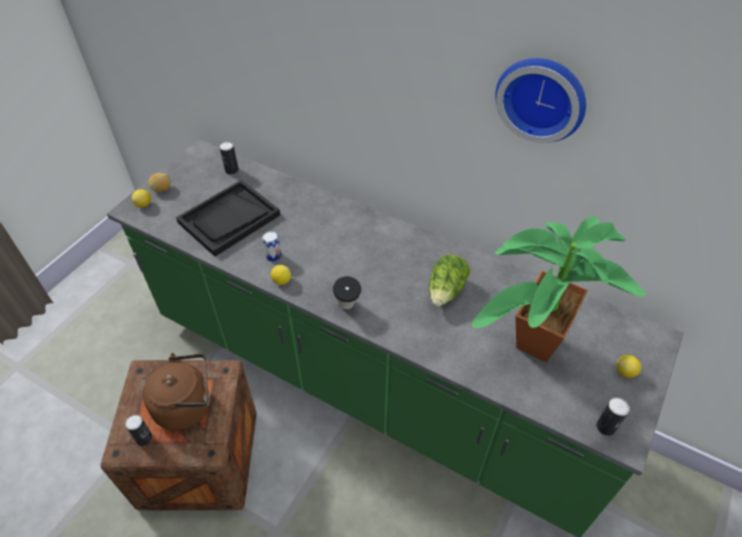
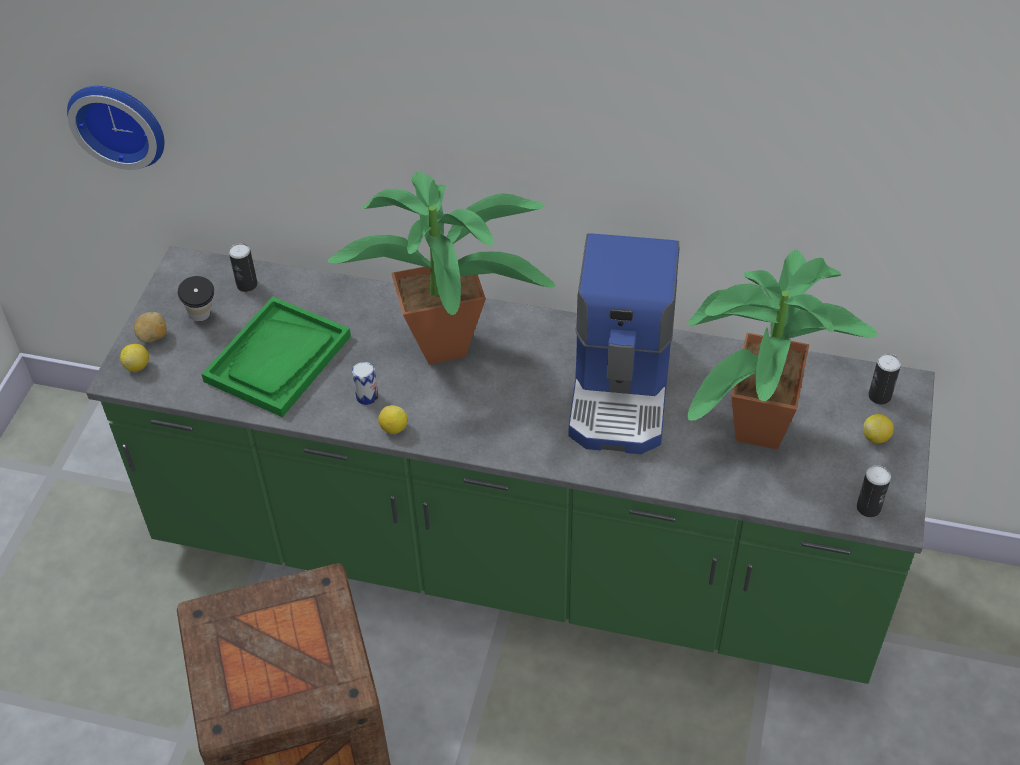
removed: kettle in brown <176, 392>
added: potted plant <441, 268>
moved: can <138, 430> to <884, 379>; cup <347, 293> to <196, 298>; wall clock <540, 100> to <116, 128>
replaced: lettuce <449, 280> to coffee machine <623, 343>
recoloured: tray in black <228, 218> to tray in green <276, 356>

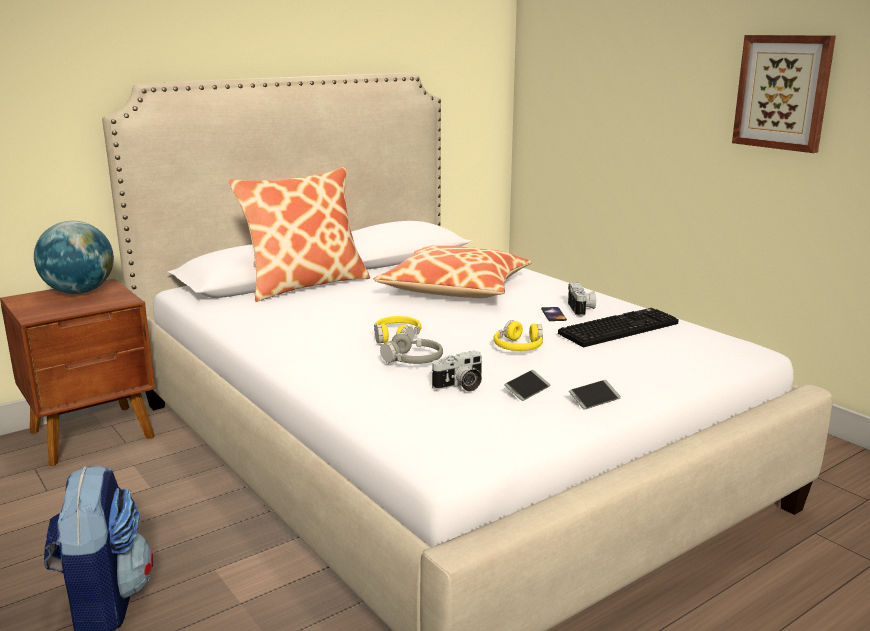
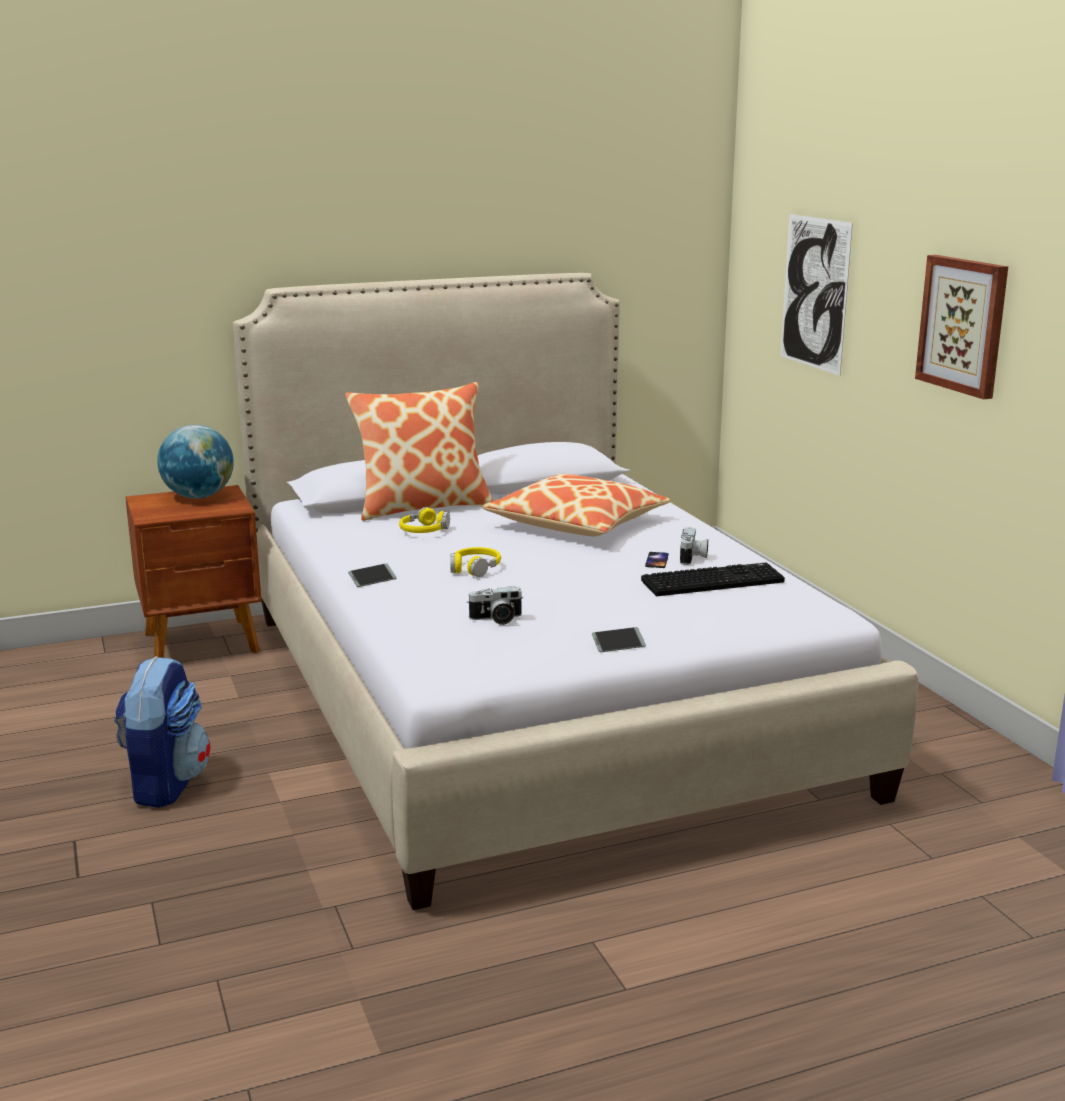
removed: headphones in grey <411, 348>
added: picture <816, 294>
moved: headphones in yellow <518, 335> to <424, 520>; phone <527, 385> to <372, 575>

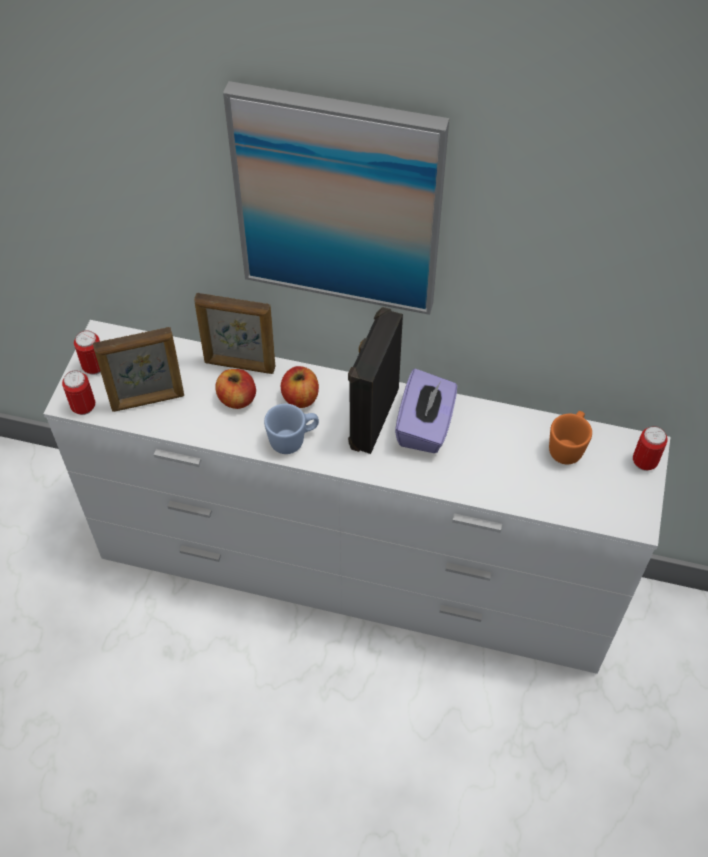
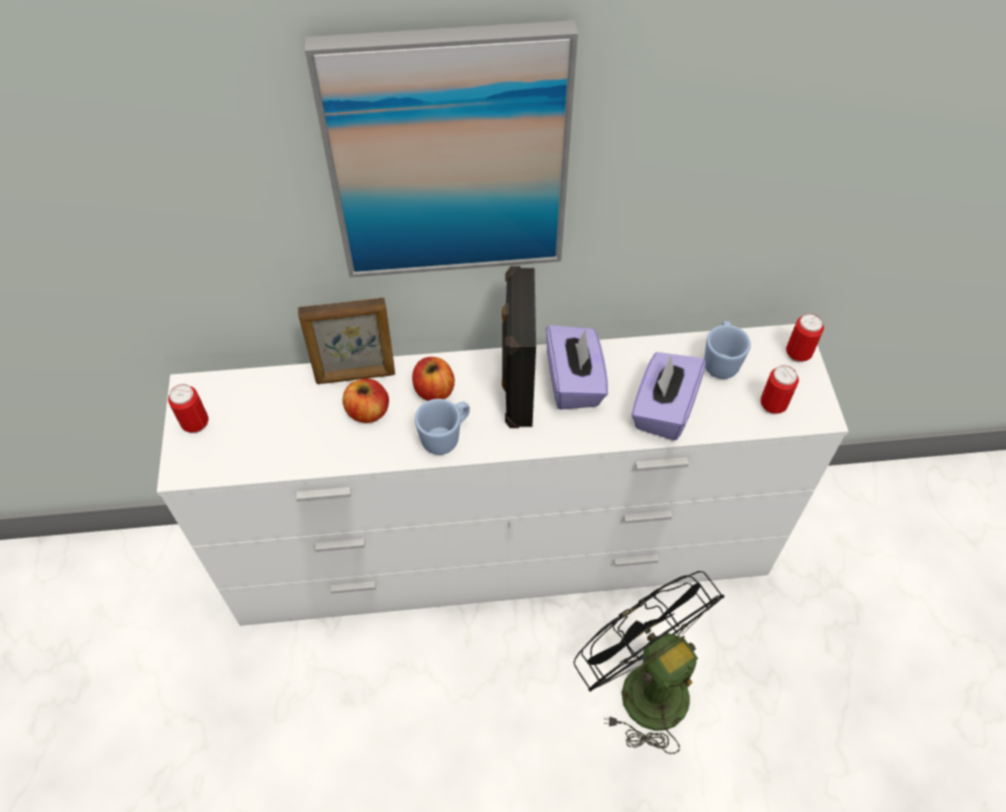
removed: picture frame <138, 369>
added: fan in black <648, 662>; tissue box in purple <668, 396>
moved: can <78, 393> to <779, 389>
recoloured: mug in orange <570, 438> to mug in blue <727, 350>

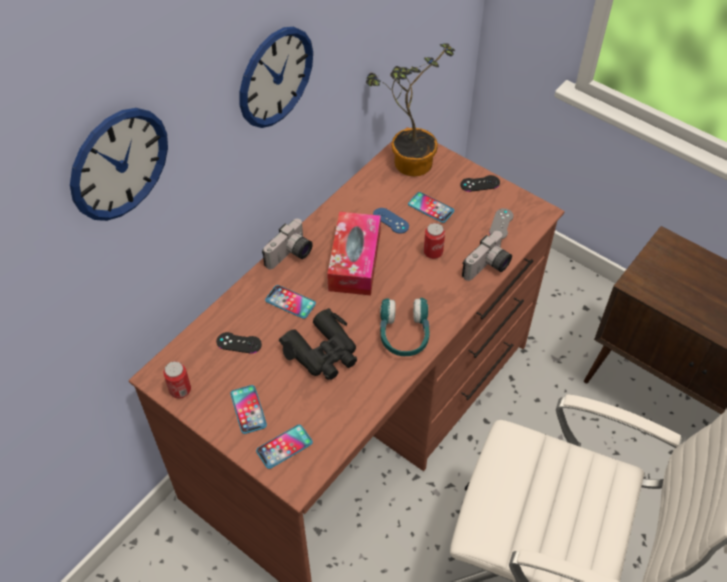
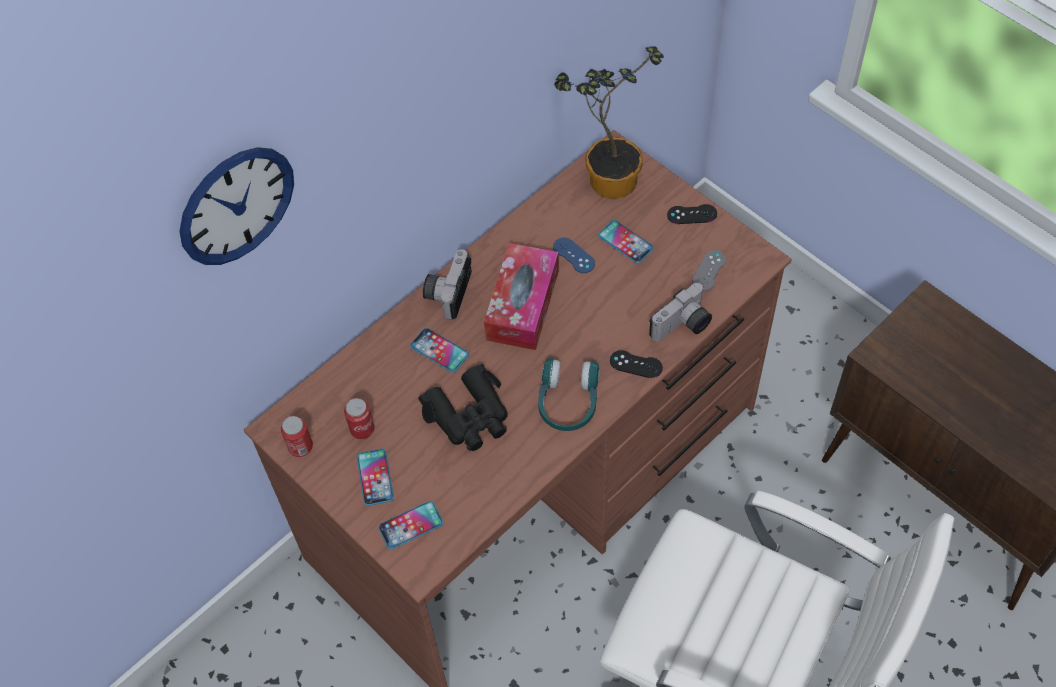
removed: wall clock <276, 77>
moved: game controller in black <239, 343> to <636, 364>; can <434, 241> to <359, 418>
turned: photo camera <287, 243> = <447, 284> 150 degrees clockwise

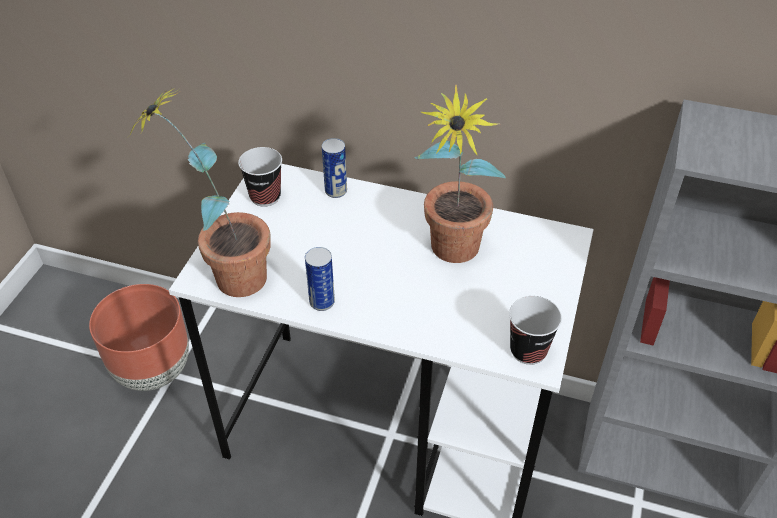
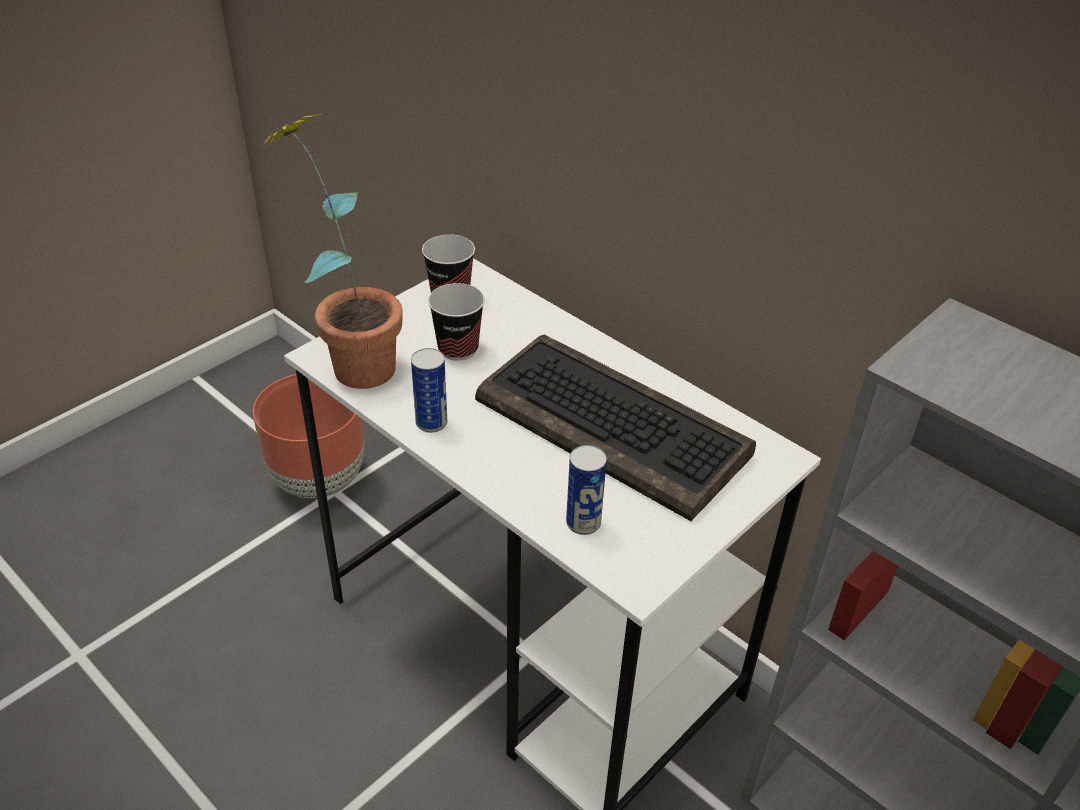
moved: can <334, 168> to <586, 490>; cup <535, 330> to <456, 322>
replaced: potted plant <460, 173> to keyboard <615, 427>

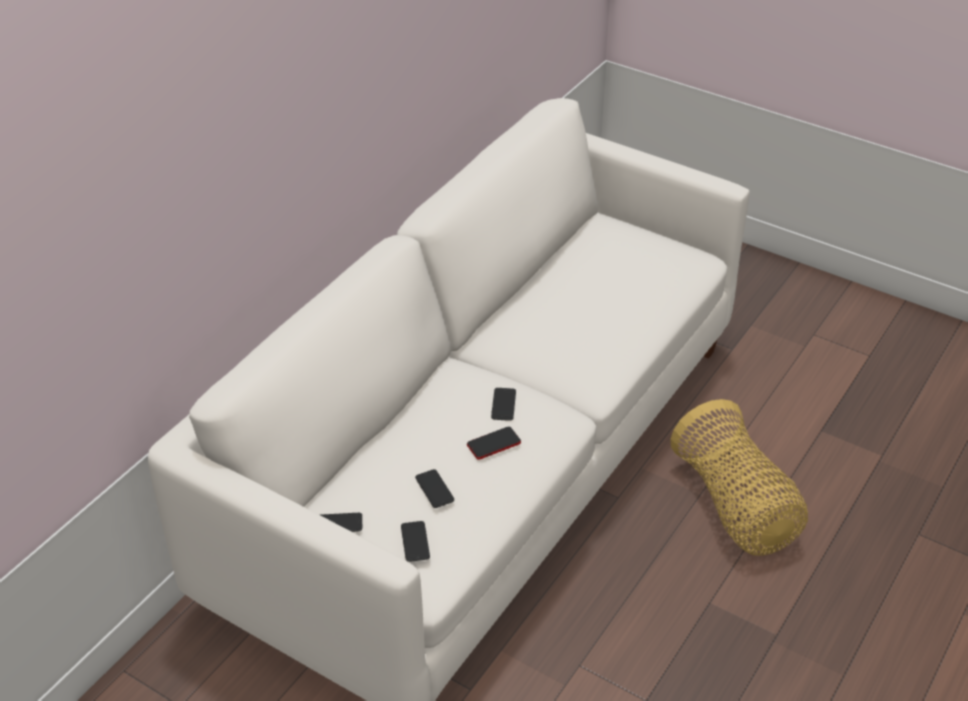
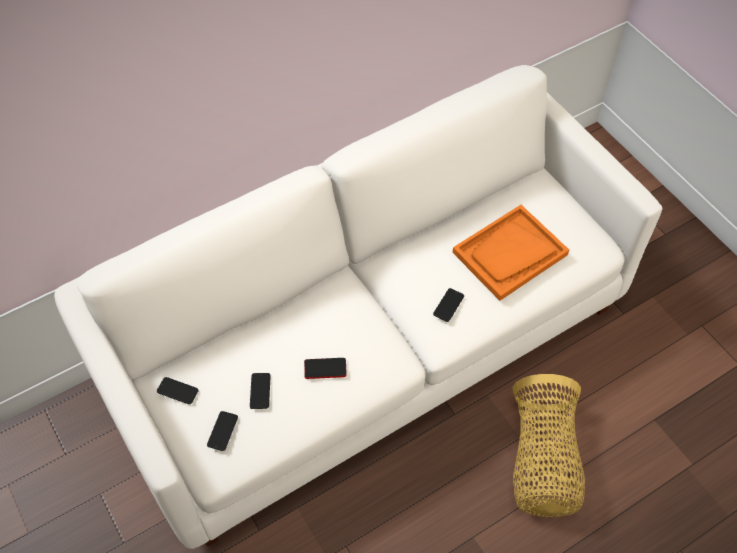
added: tray in orange <510, 253>
moved: phone <503, 404> to <448, 305>

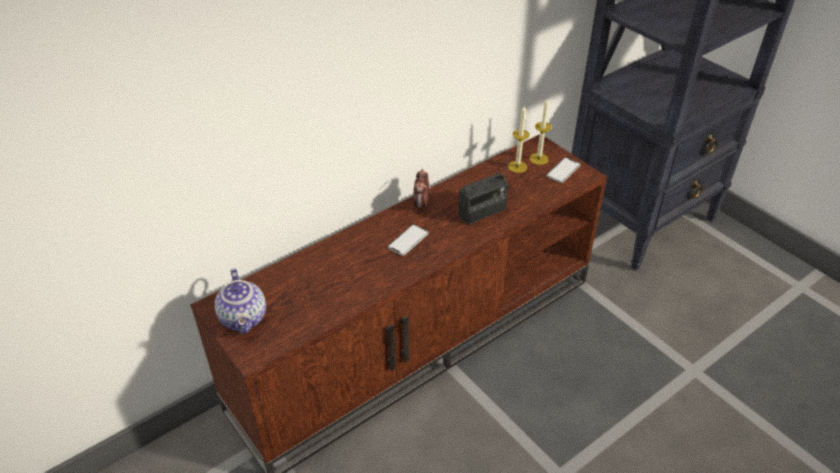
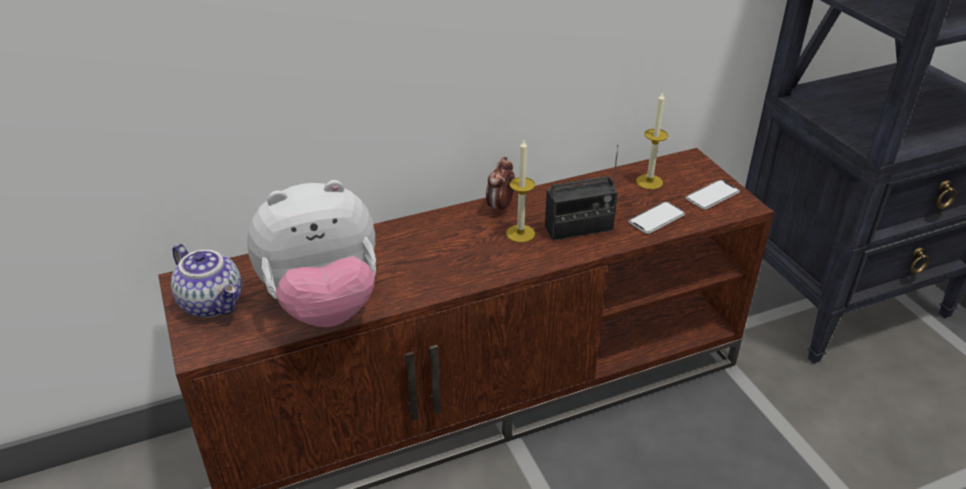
added: plush toy <311, 253>
moved: phone <408, 240> to <656, 218>; candle <541, 132> to <520, 191>
turned: teapot <240, 301> = <206, 281> 45 degrees counterclockwise

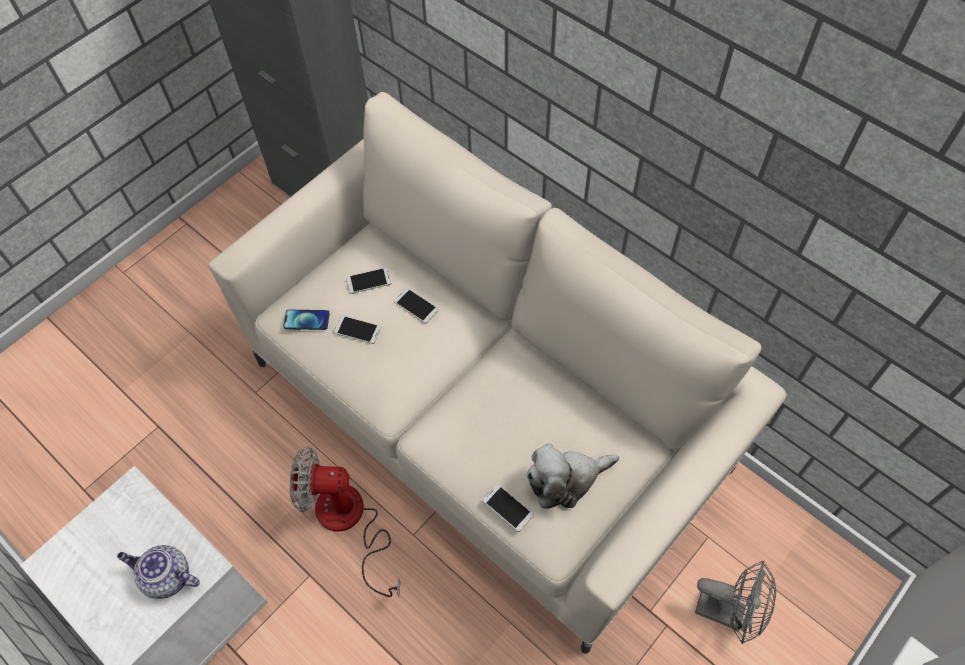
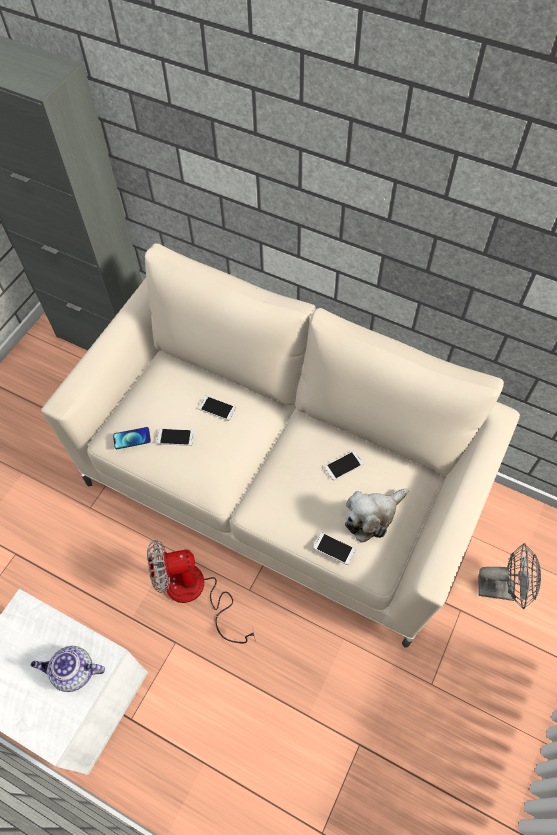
moved: phone <368, 280> to <344, 466>

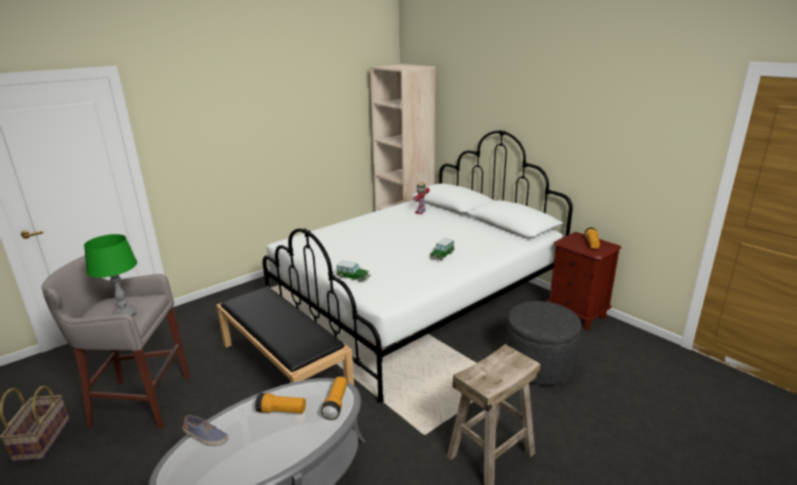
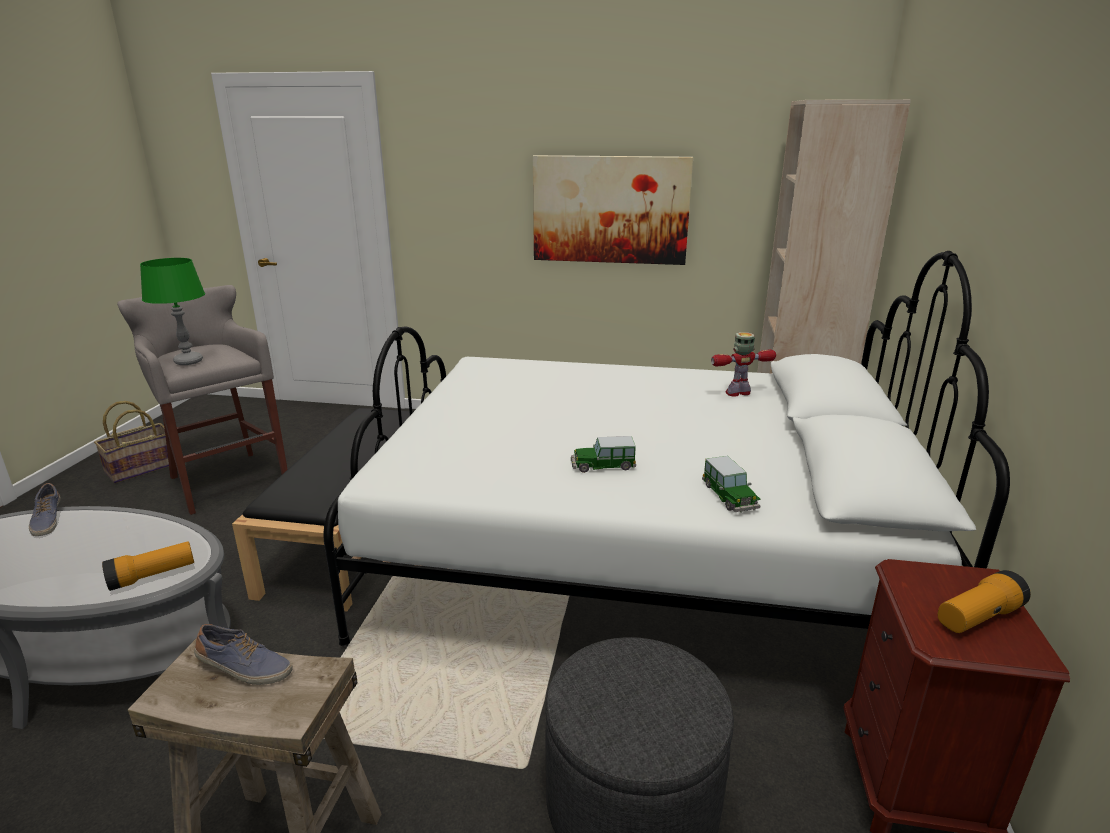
removed: flashlight <280, 403>
added: shoe <243, 654>; picture <613, 210>
moved: toy car <353, 271> to <731, 484>

